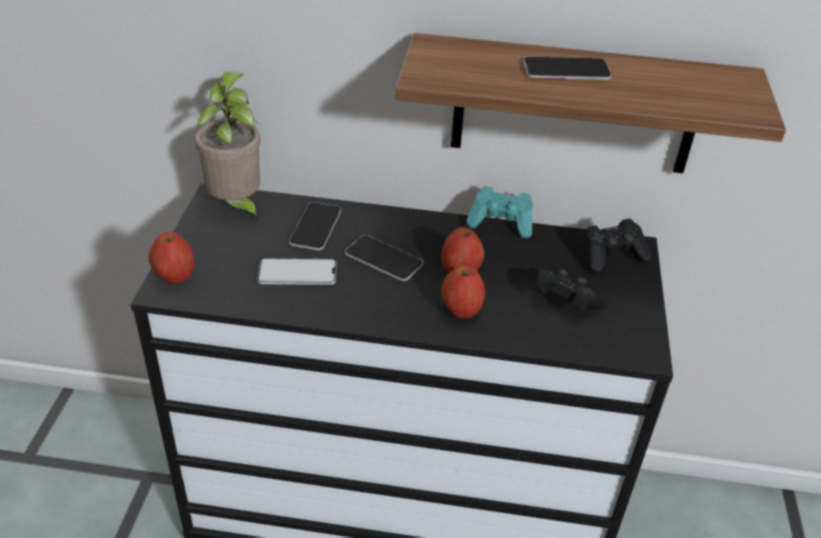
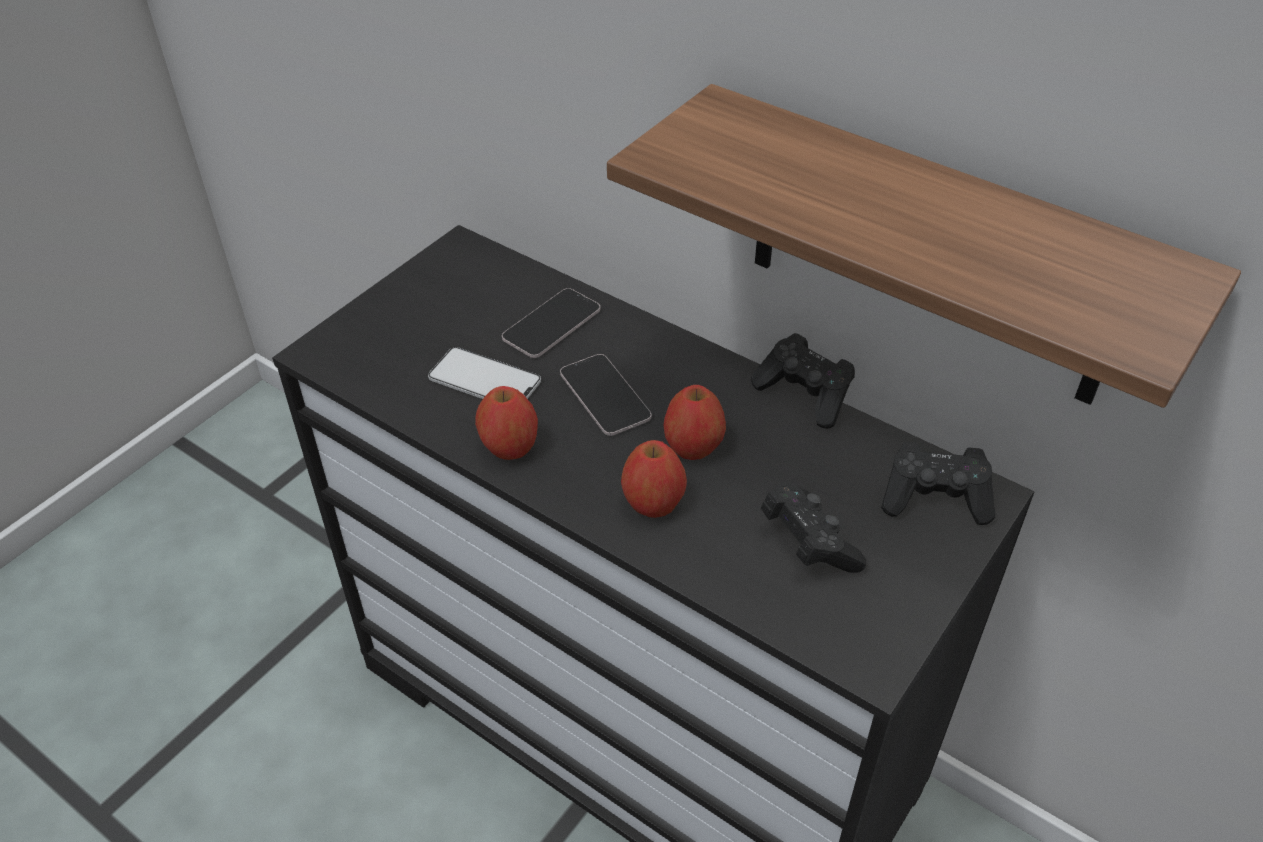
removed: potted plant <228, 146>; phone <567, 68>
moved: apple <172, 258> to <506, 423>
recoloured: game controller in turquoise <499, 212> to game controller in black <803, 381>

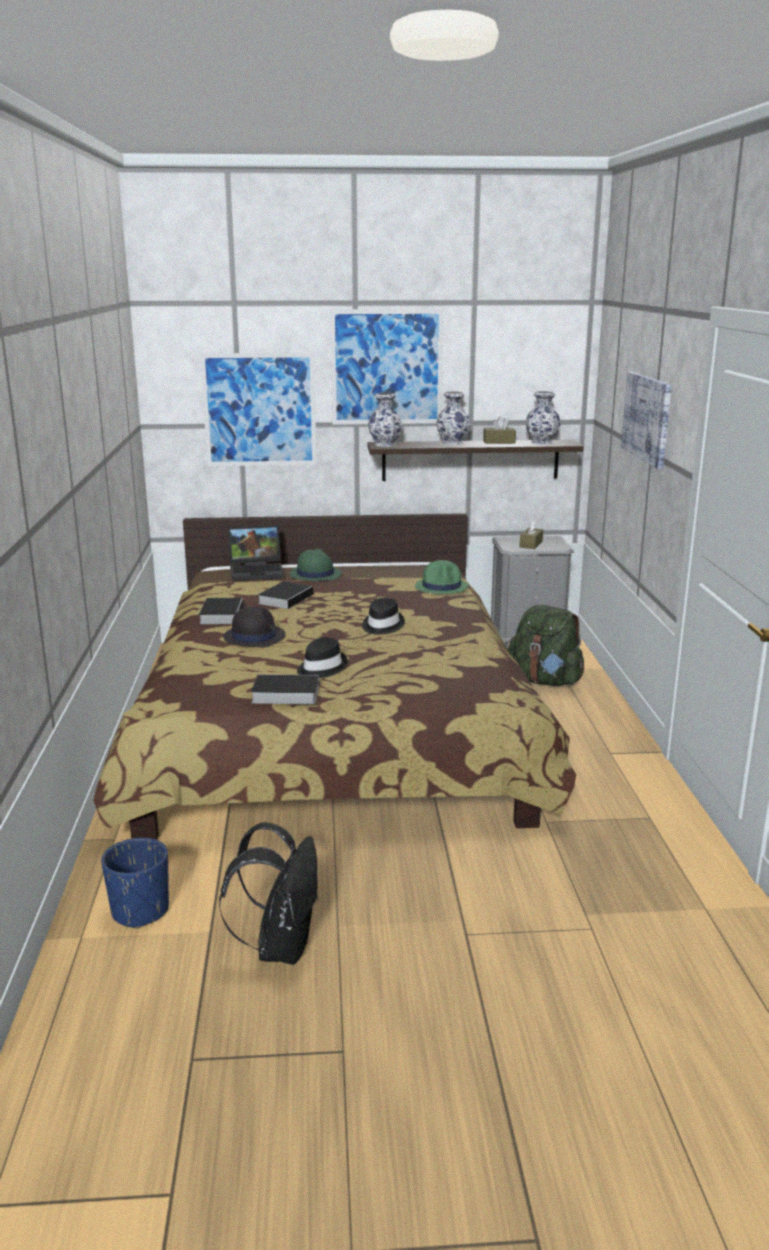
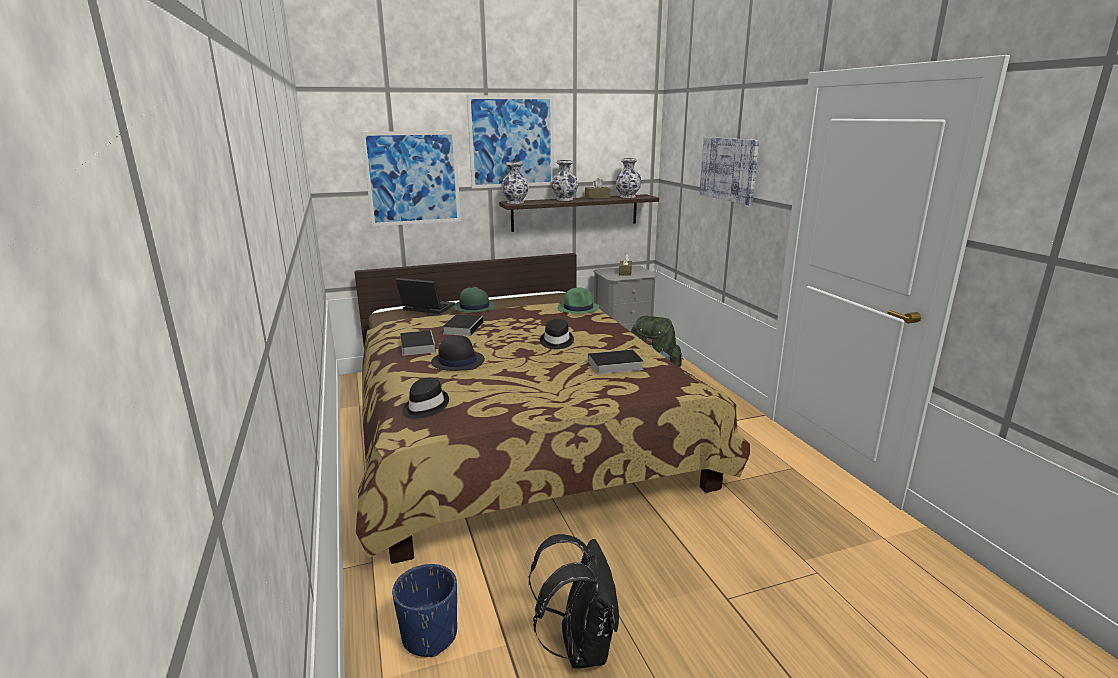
moved: book <285, 689> to <612, 361>; hat in black <322, 657> to <426, 398>
turned: laptop <256, 553> = <425, 296> 135 degrees counterclockwise

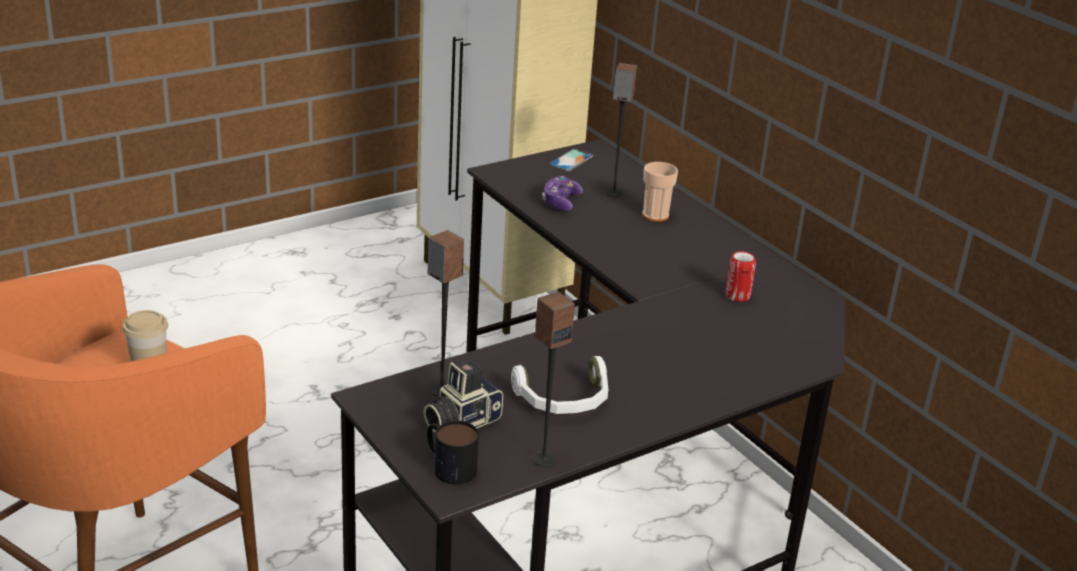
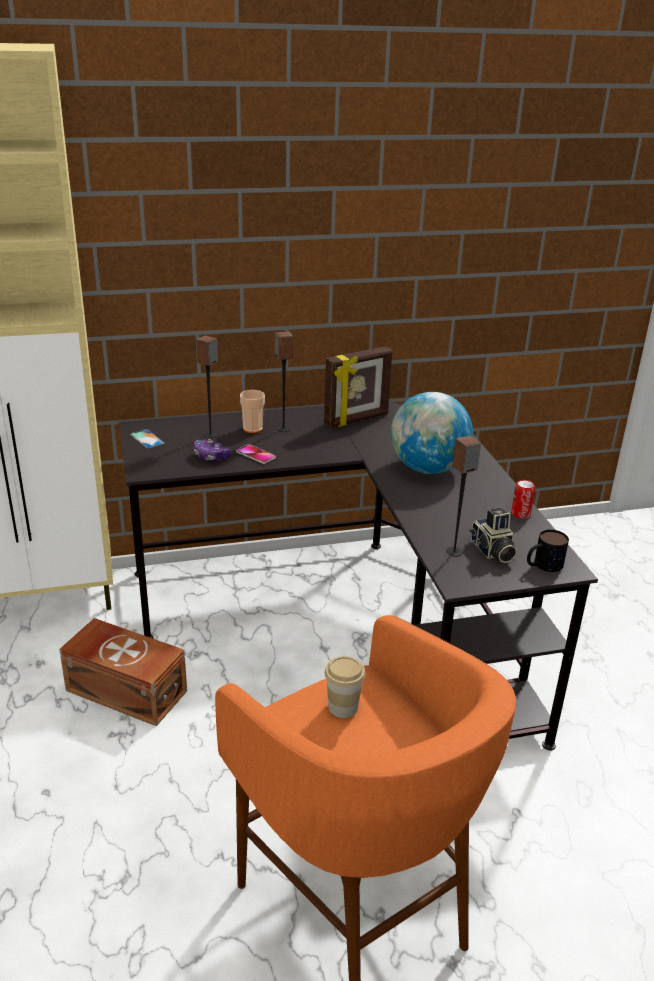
removed: headphones in white <559, 385>
added: storage box in brown <123, 672>; phone <256, 454>; picture frame <358, 387>; globe <432, 433>
moved: speaker <553, 379> to <284, 381>; can <740, 276> to <523, 499>

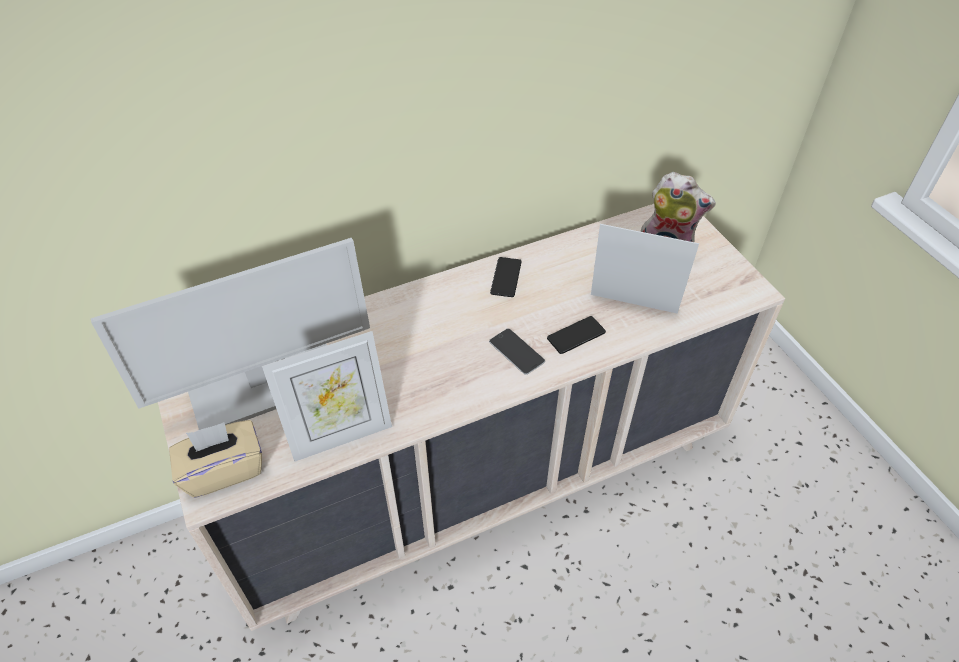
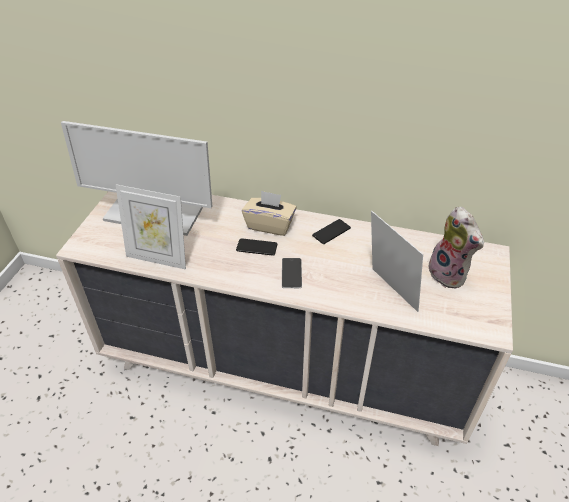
moved: tissue box in beige <215, 459> to <269, 213>; phone <576, 335> to <256, 247>

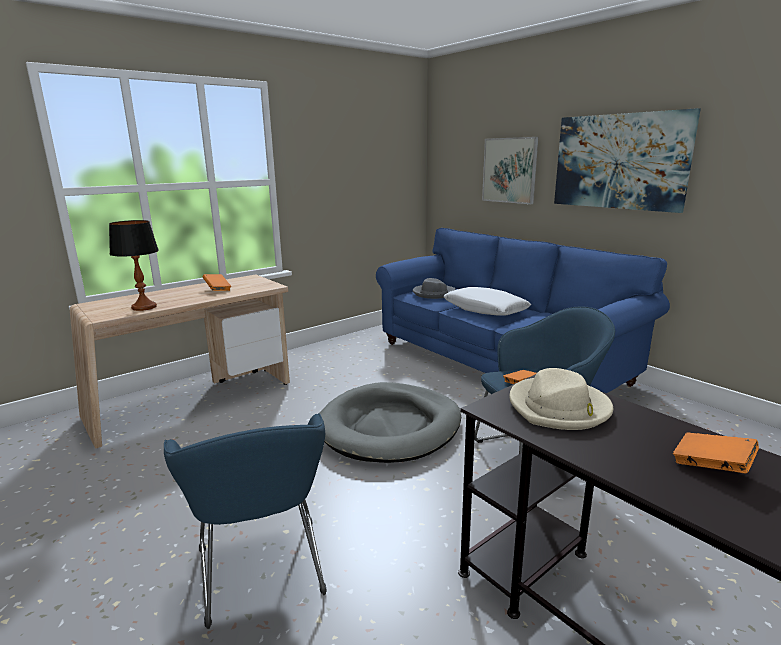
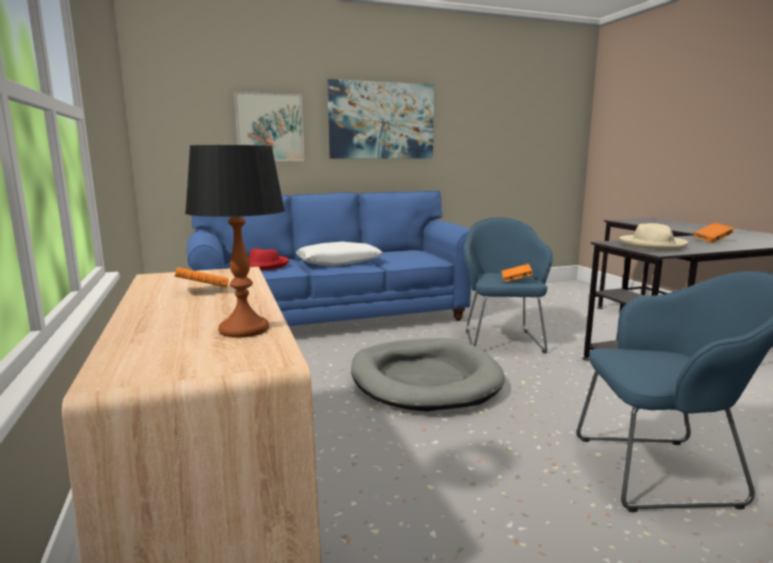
recoloured: hat in grey <434, 288> to hat in red <268, 259>

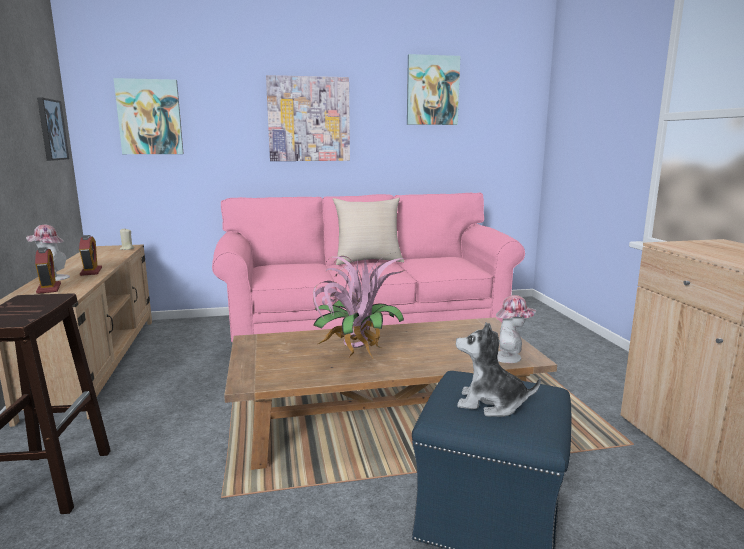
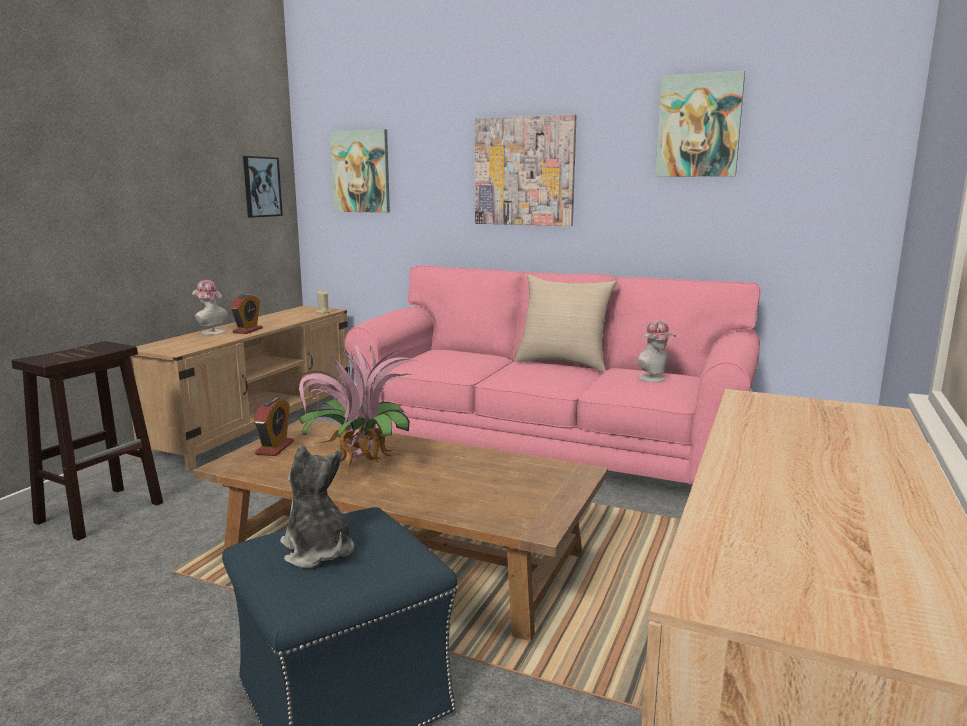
moved: alarm clock <48, 270> to <274, 426>; hat <516, 329> to <656, 351>

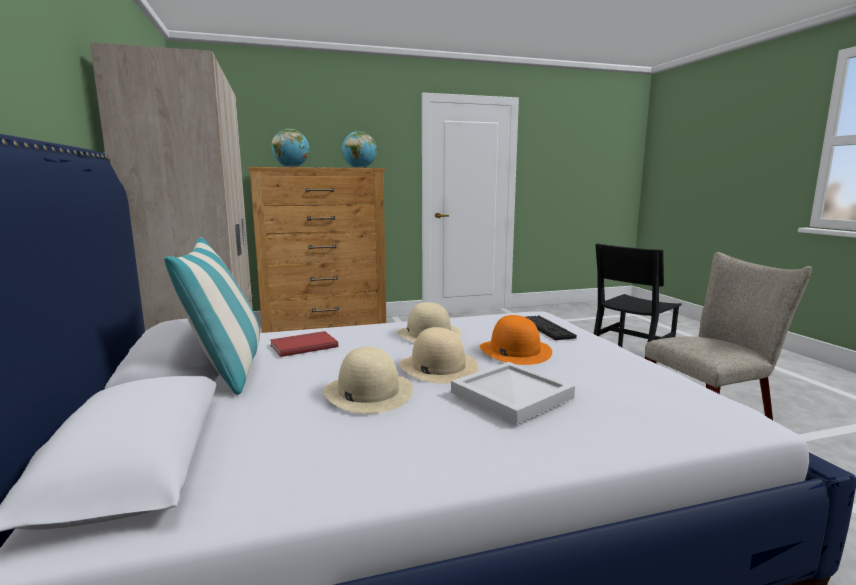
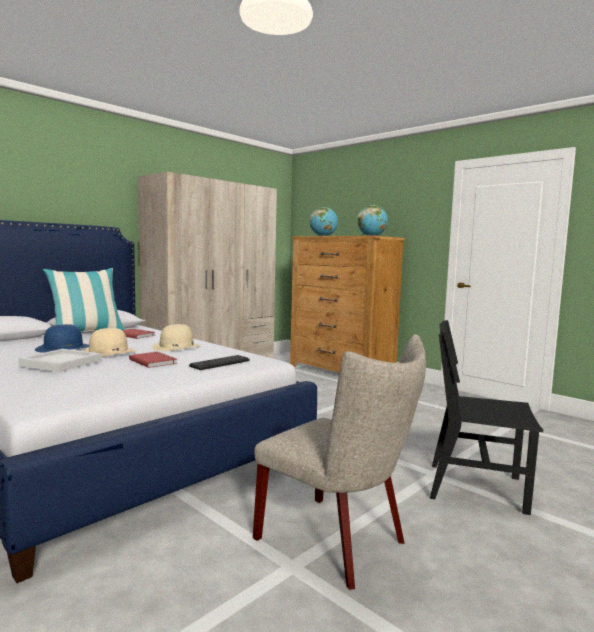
replaced: hat in orange <516, 340> to book in red <153, 359>
recoloured: hat in beige <368, 380> to hat in blue <62, 338>

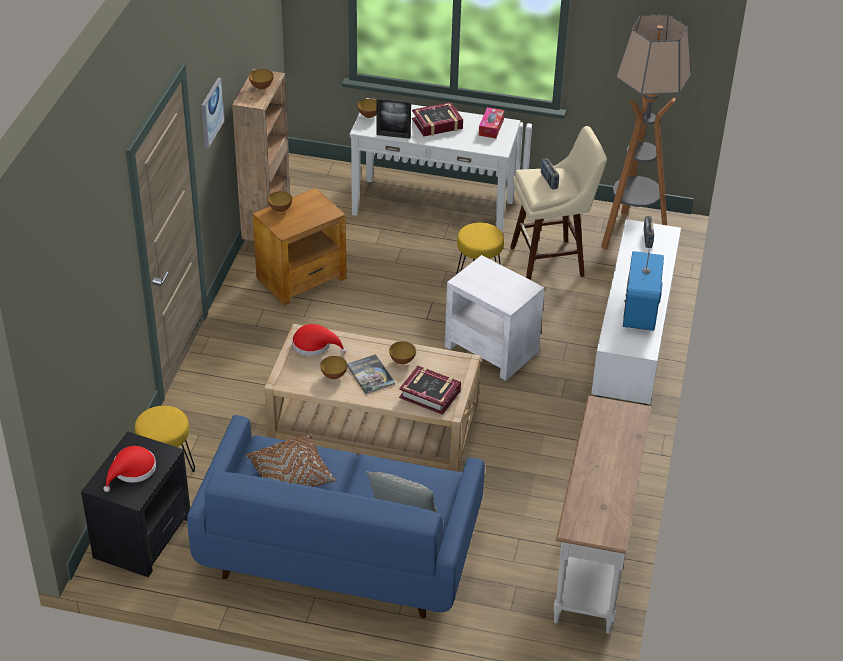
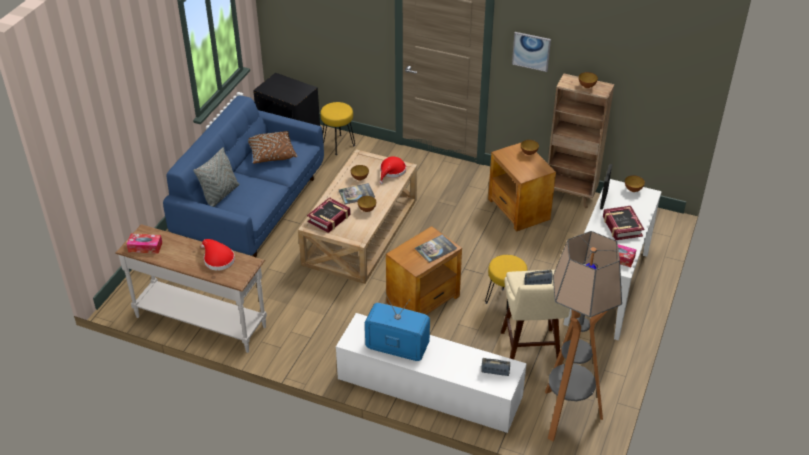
added: tissue box <144, 244>; book <436, 248>
moved: hat in red <129, 469> to <218, 255>
recoloured: side table in white <494, 318> to side table in brown <424, 270>

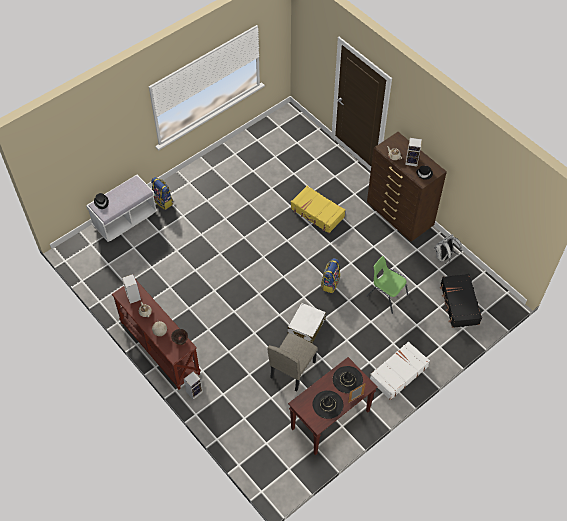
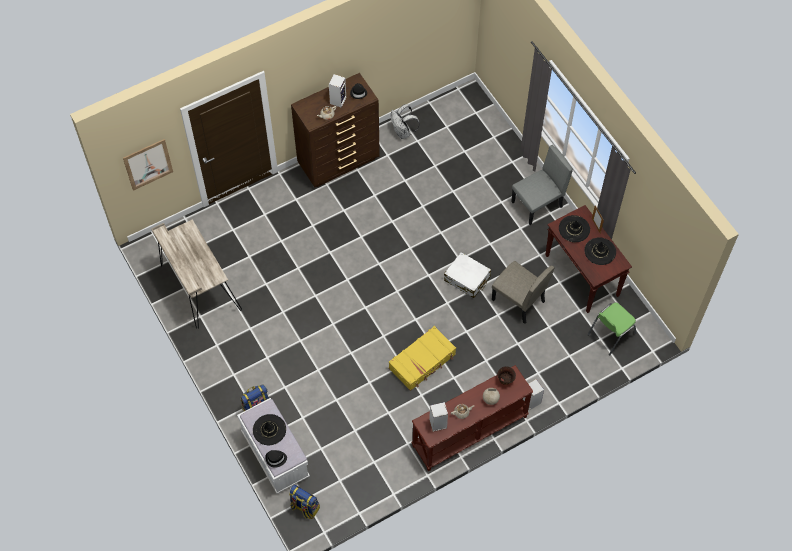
removed: suitcase in black <461, 301>
added: picture <148, 165>; desk in beige <196, 274>; hat in black <269, 429>
moved: suitcase in yellow <318, 209> to <422, 358>; backpack <330, 275> to <304, 501>; chair in green <387, 285> to <612, 329>
replaced: suitcase in white <400, 370> to chair in grey <542, 185>

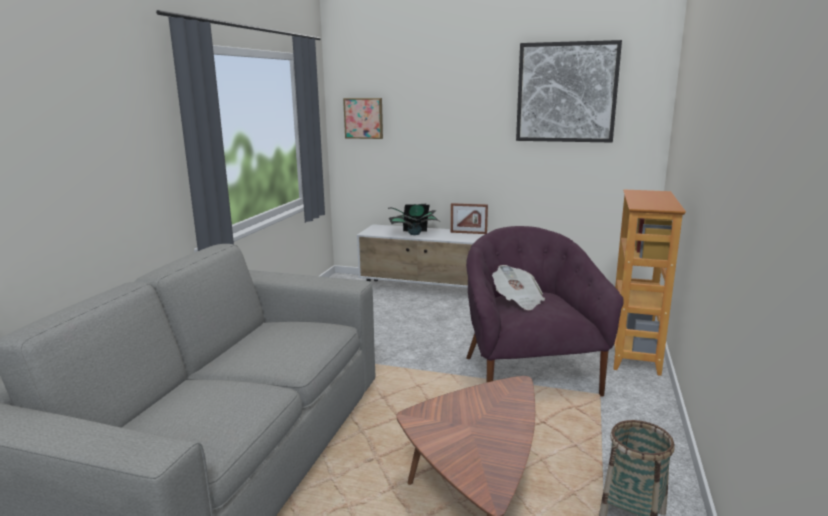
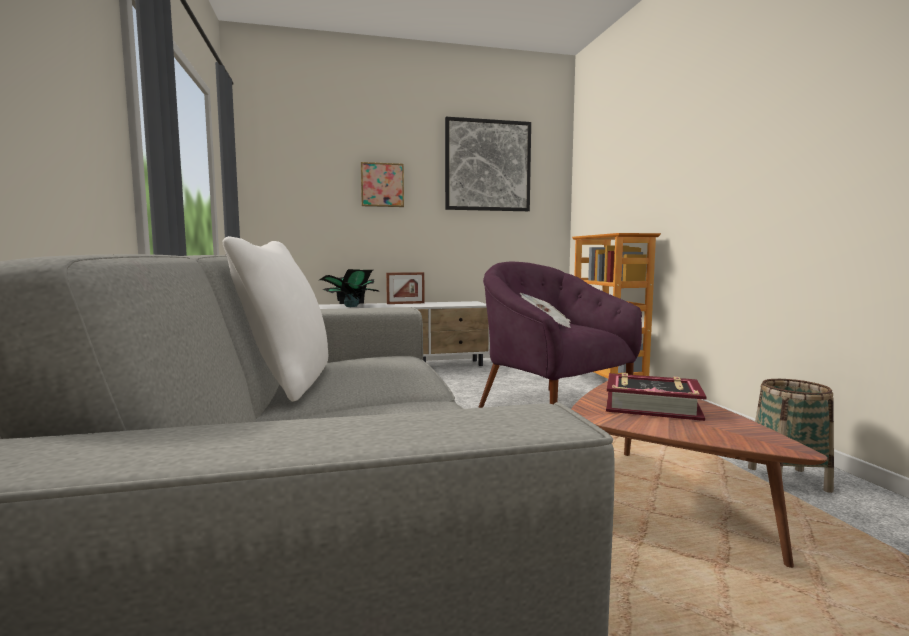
added: pillow in white <275, 318>; book <656, 397>
moved: picture <363, 118> to <382, 184>

